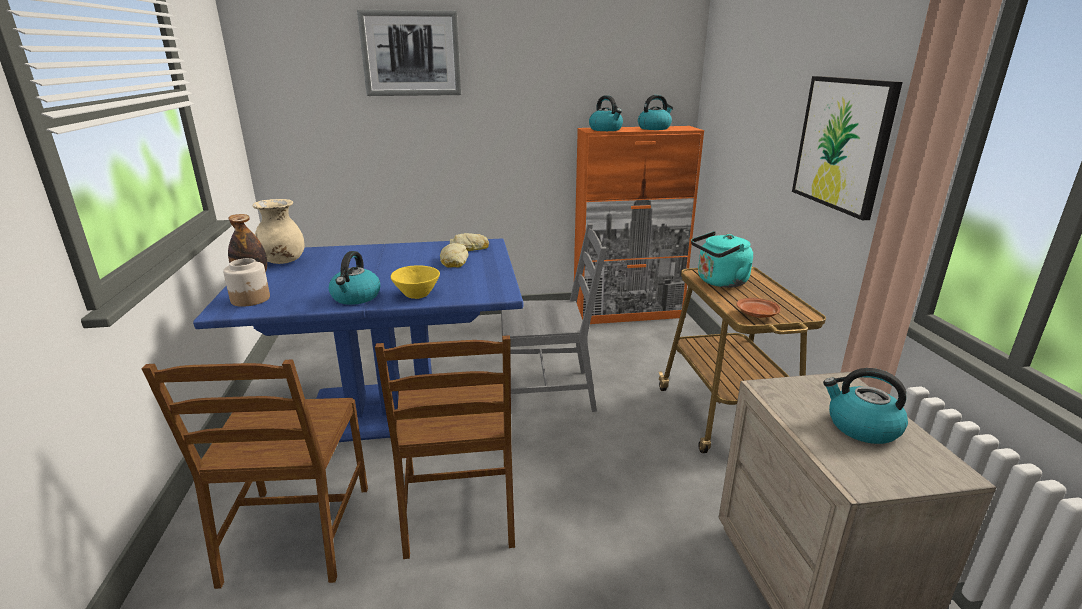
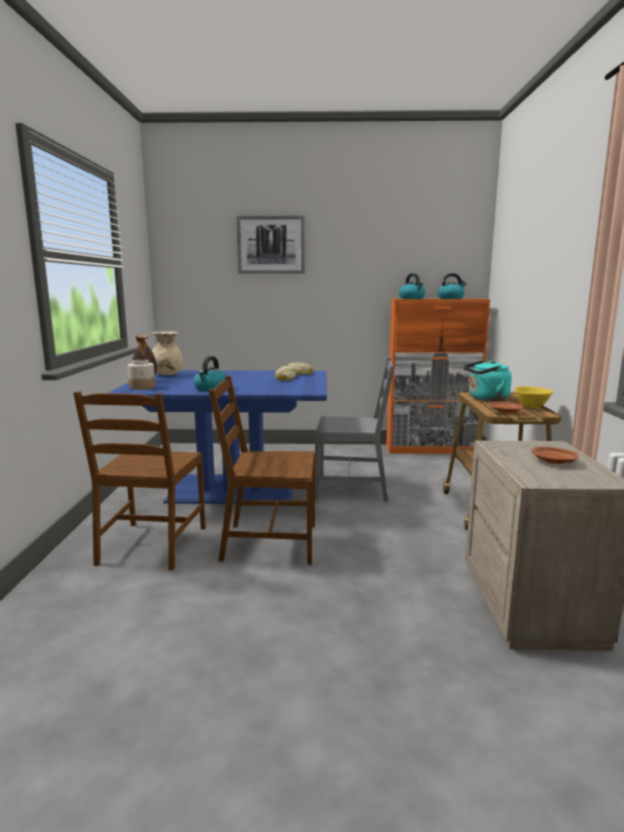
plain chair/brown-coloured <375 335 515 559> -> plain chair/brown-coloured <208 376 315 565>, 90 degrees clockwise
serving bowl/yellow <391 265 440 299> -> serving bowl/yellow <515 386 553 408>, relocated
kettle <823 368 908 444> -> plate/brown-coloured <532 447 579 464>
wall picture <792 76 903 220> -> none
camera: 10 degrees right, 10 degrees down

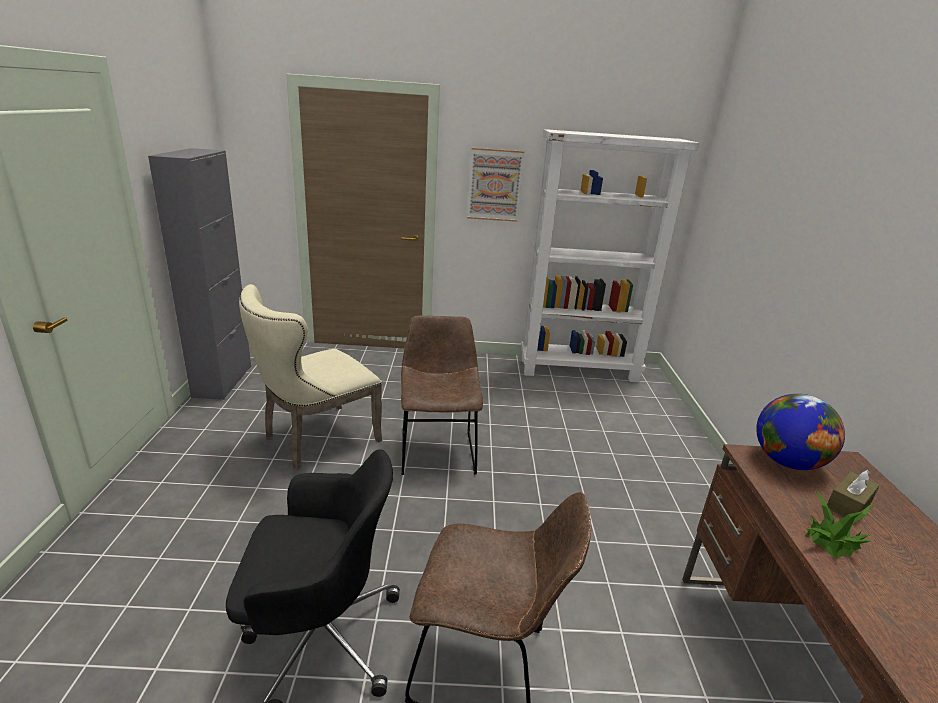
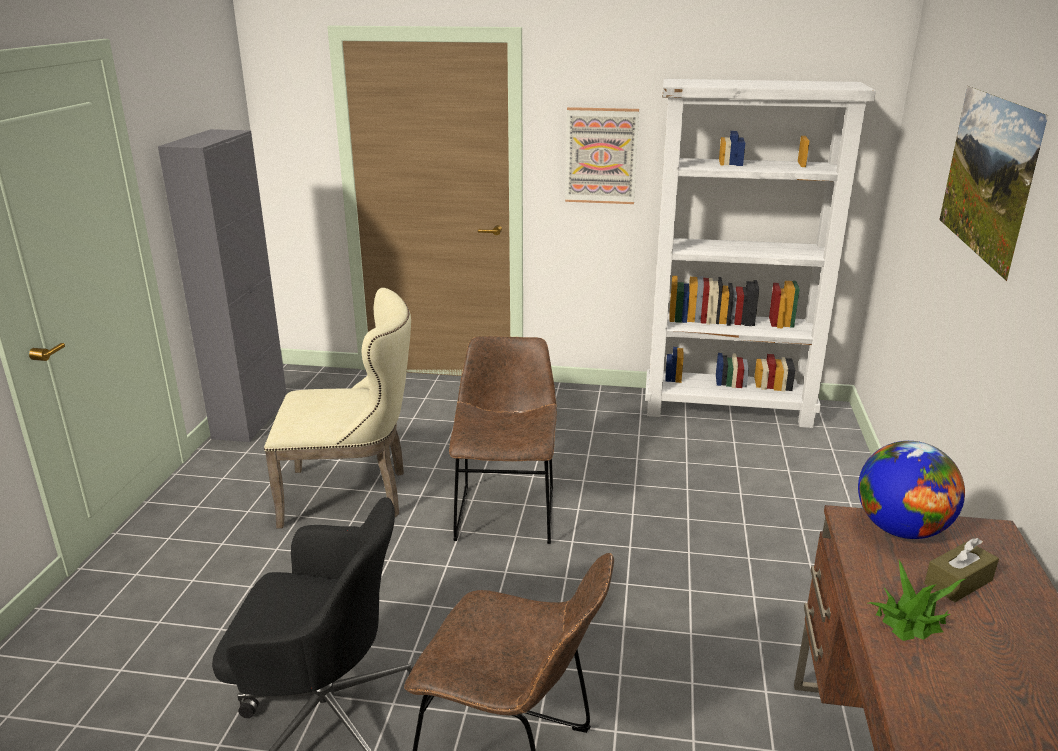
plain chair/beige-coloured <239 284 382 469> -> plain chair/beige-coloured <264 288 411 529>, 150 degrees counterclockwise
none -> wall picture <939 86 1049 281>
camera: 10 degrees right, 0 degrees up

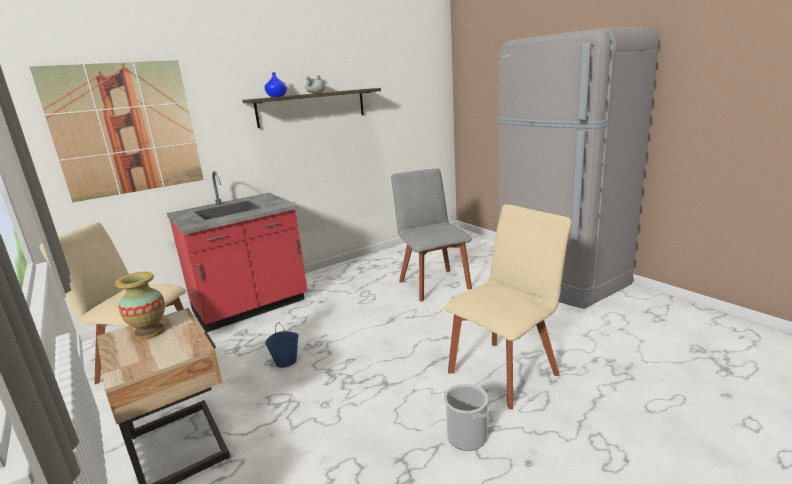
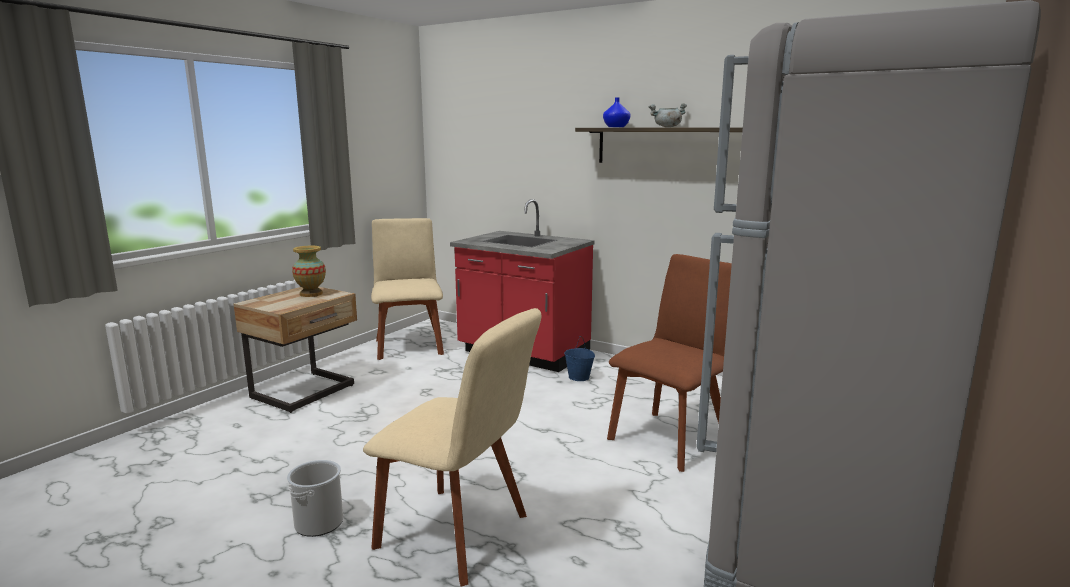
bucket/blue <265 322 299 368> -> bucket/blue <564 336 595 381>, relocated
plain chair/grey <391 168 472 301> -> plain chair/brown-coloured <607 254 732 472>
wall picture <30 60 204 202> -> none
camera: 65 degrees right, 5 degrees down

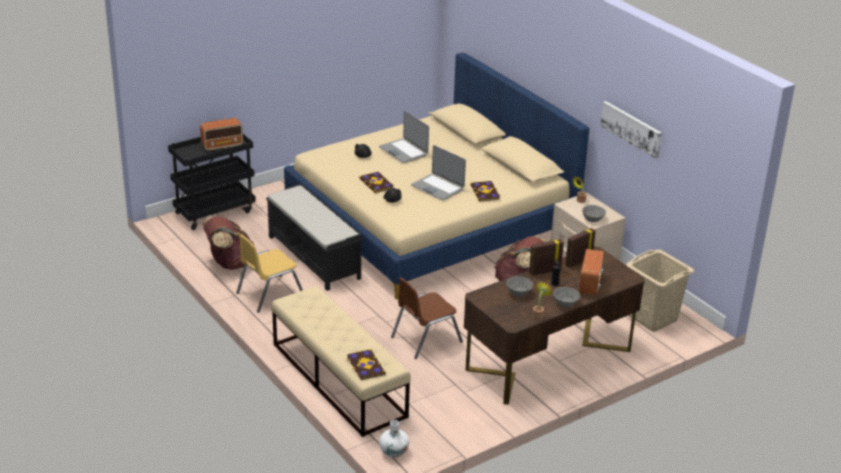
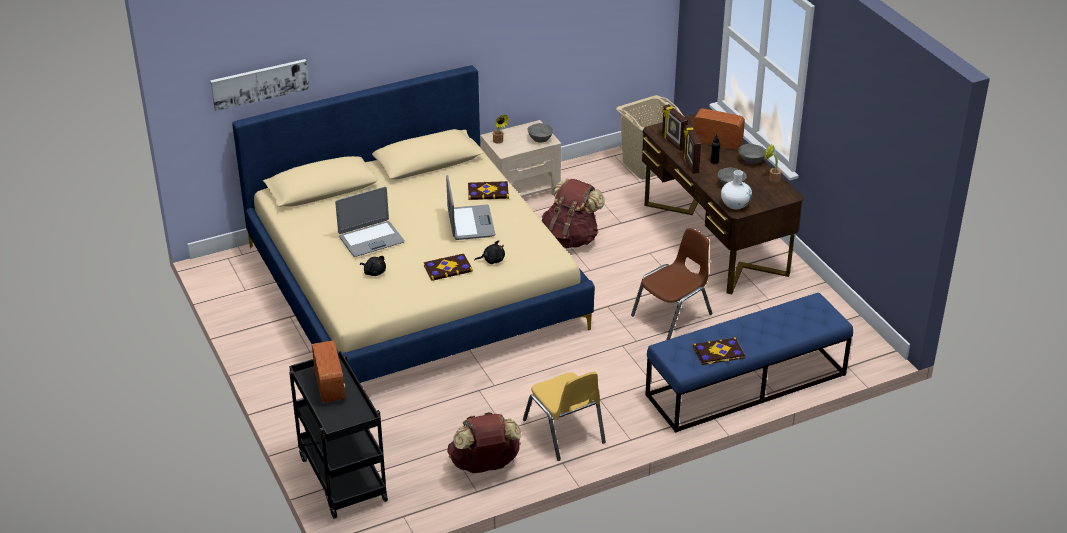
wall picture <600 101 662 159> -> wall picture <210 59 309 111>, relocated
portable computer <411 145 466 200> -> portable computer <446 175 495 240>, 60 degrees counterclockwise
plain chair/brown-coloured <391 277 463 359> -> plain chair/brown-coloured <631 228 712 340>, 105 degrees counterclockwise
bench/beige-coloured <271 286 411 437> -> bench/blue <645 293 853 433>
volume <347 349 386 380> -> volume <693 337 745 365>, relocated
vase/white <379 420 409 457> -> vase/white <721 170 752 210>, relocated
bench/blackish <266 184 363 291> -> none
camera: 80 degrees left, 5 degrees up

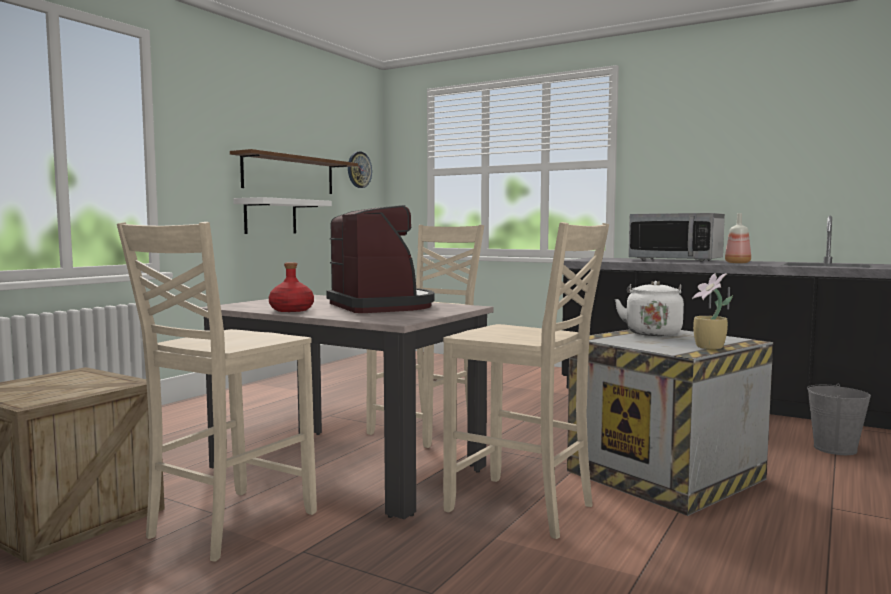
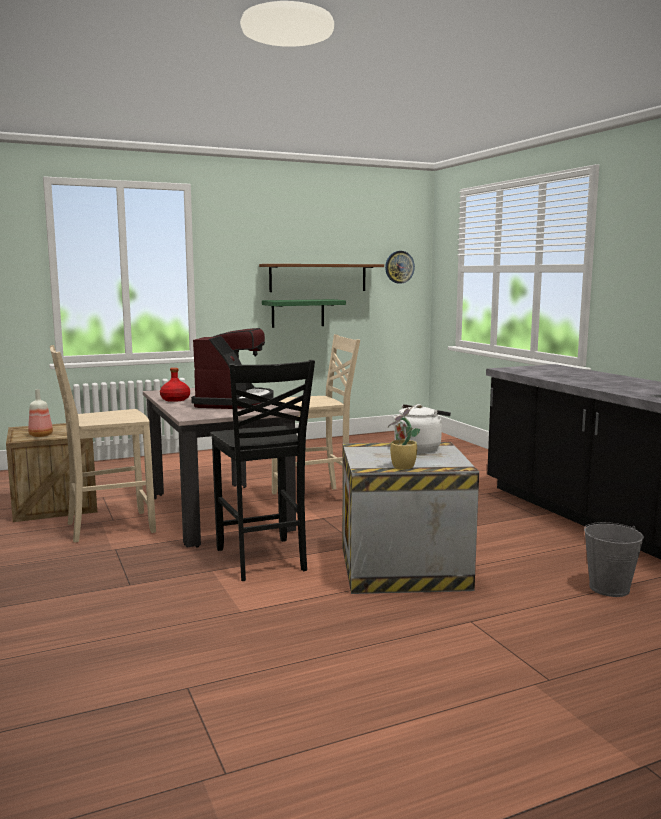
bottle <725 213 751 263> -> bottle <28 389 53 437>, relocated
plain chair/beige-coloured <443 222 609 539> -> plain chair/blackish <210 360 315 581>
wall shelf/white <233 197 332 234> -> wall shelf/green-coloured <262 299 346 328>
kitchen microwave <628 213 725 262> -> none
camera: 35 degrees right, 5 degrees up

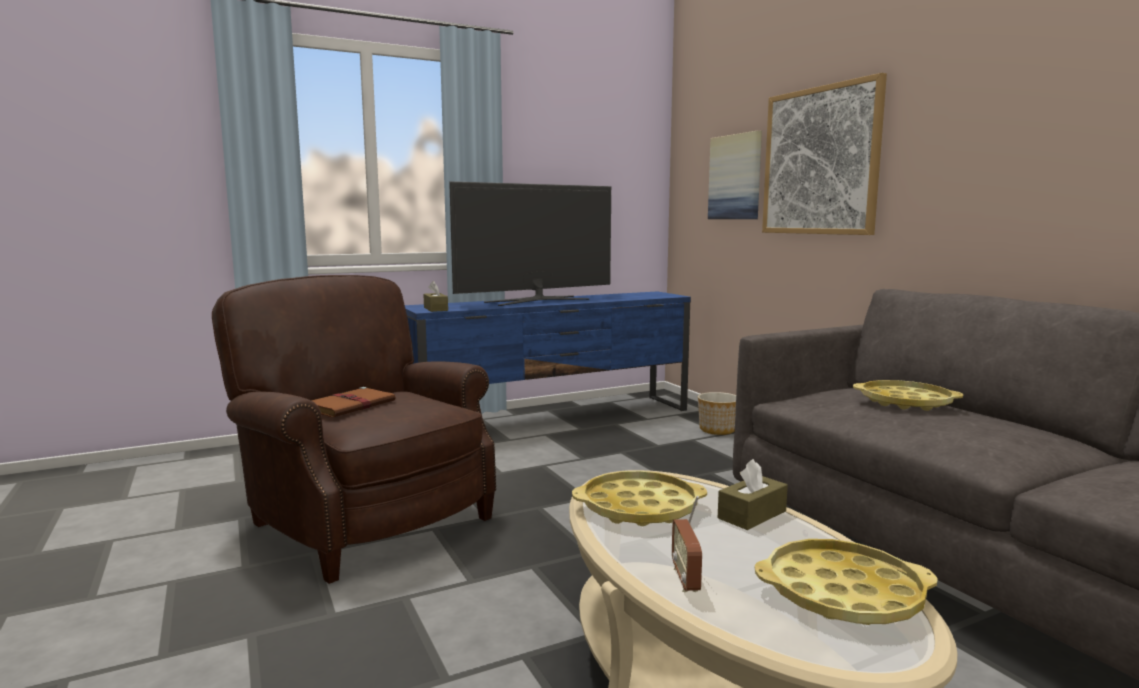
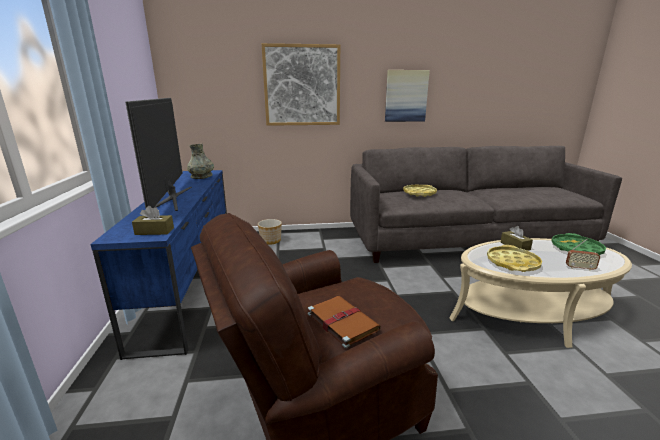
none -> vase/grey <187 144 214 179>
wall picture <708 131 762 219> -> wall picture <385 70 430 122>, relocated
tray/yellow <755 539 938 625> -> tray/green-coloured <551 233 606 255>
camera: 70 degrees left, 10 degrees up

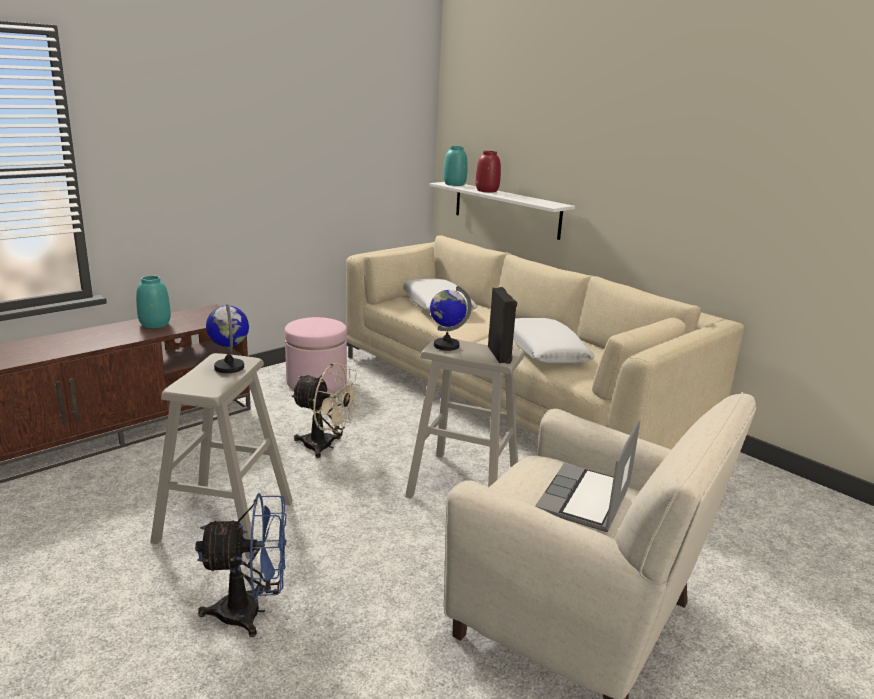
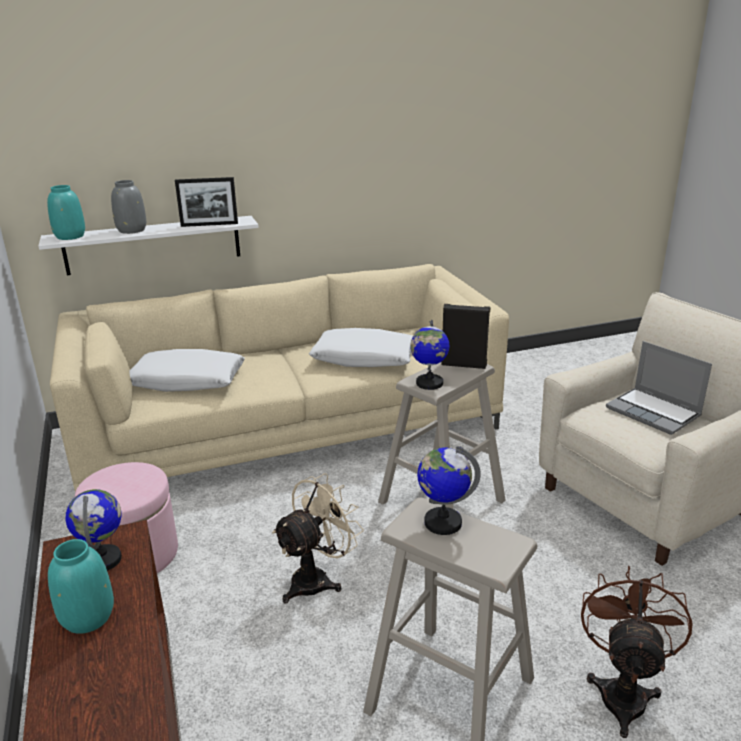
none -> world globe <66 489 122 571>
vase/red <476 151 501 192> -> vase/grey <111 180 146 234>
none -> photo frame <175 177 238 227>
fan/blue <195 493 287 637> -> fan/brown-coloured <581 566 693 738>
camera: 65 degrees left, 5 degrees up

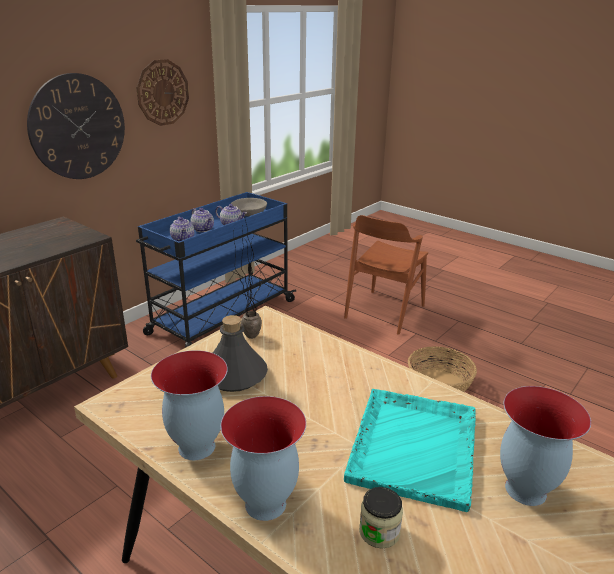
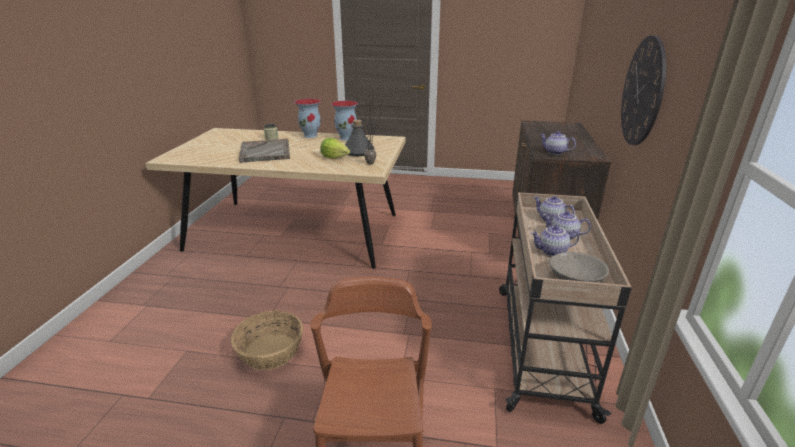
tray/turquoise-coloured <344 389 476 512> -> tray/grey <239 138 290 162>
none -> head of lettuce <320 138 350 159>
cart/blue <136 192 296 348> -> cart/beige-coloured <499 192 632 424>
none -> tea pot <540 131 576 155>
hanging clock <136 59 189 126> -> none
vase <500 386 591 506> -> none
camera: 150 degrees right, 0 degrees up

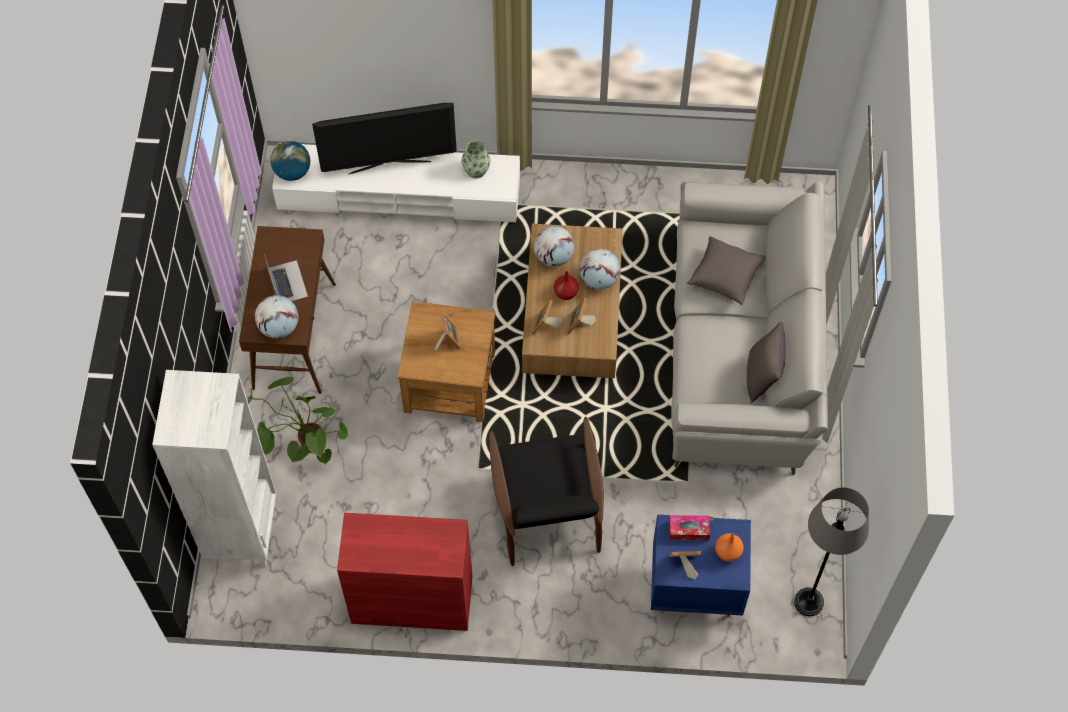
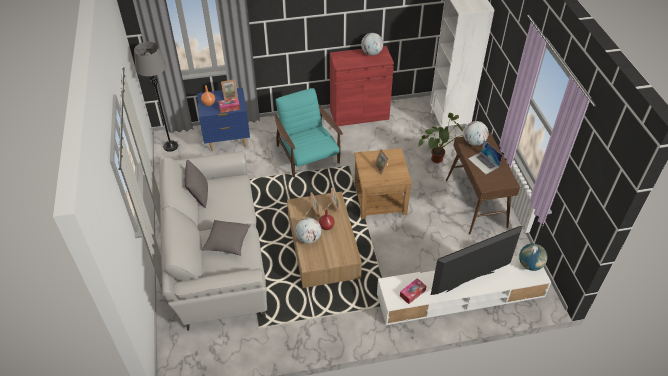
lounge chair/blackish <489 417 604 566> -> lounge chair/turquoise-coloured <275 88 343 178>
world globe <534 226 574 267> -> world globe <361 33 383 55>, relocated
vase <461 140 490 179> -> tissue box <400 278 426 304>
camera: 165 degrees right, 15 degrees down

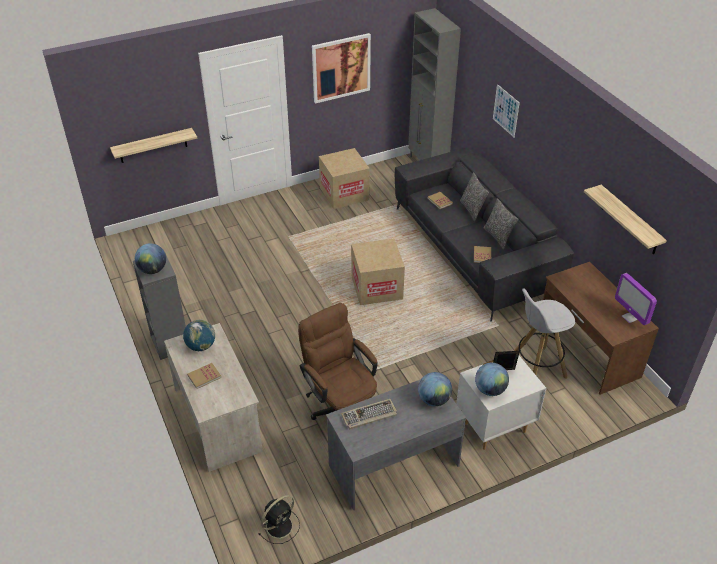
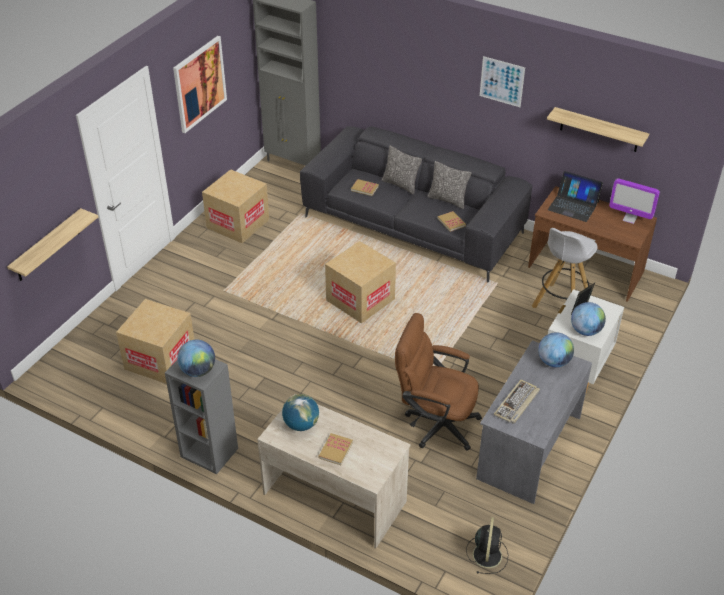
none -> cardboard box <116 299 195 384>
wall picture <493 84 520 138> -> wall picture <480 56 525 107>, relocated
none -> portable computer <548 171 603 222>
camera: 35 degrees left, 0 degrees up

